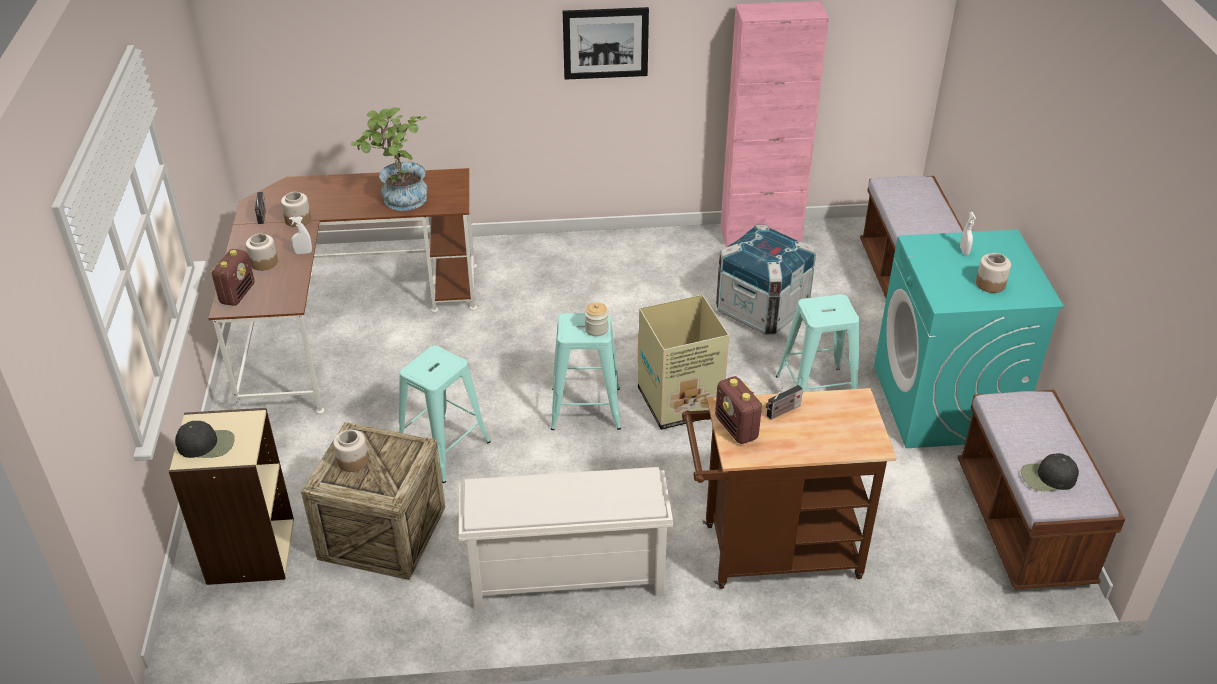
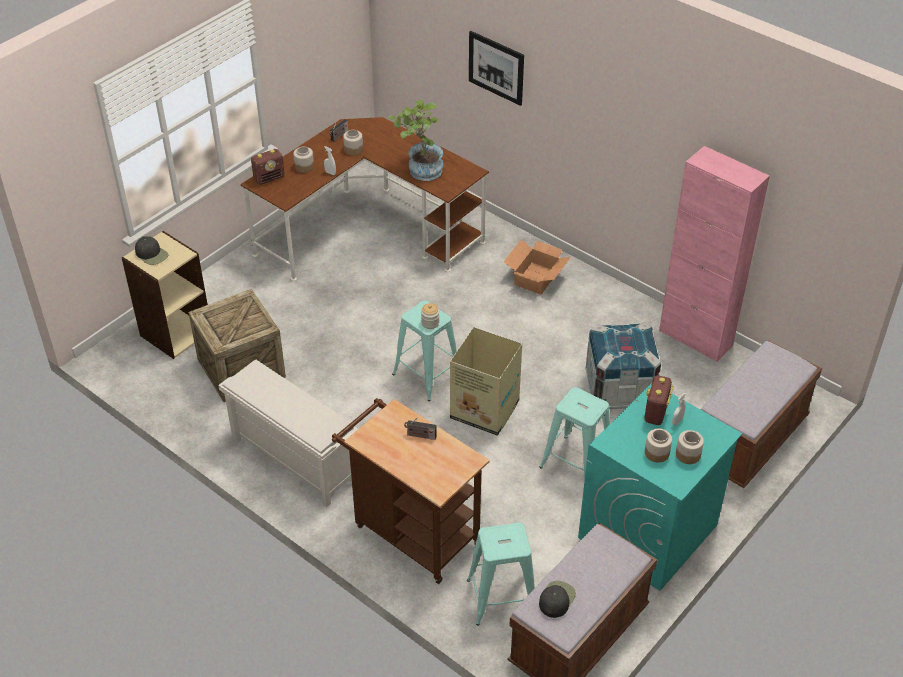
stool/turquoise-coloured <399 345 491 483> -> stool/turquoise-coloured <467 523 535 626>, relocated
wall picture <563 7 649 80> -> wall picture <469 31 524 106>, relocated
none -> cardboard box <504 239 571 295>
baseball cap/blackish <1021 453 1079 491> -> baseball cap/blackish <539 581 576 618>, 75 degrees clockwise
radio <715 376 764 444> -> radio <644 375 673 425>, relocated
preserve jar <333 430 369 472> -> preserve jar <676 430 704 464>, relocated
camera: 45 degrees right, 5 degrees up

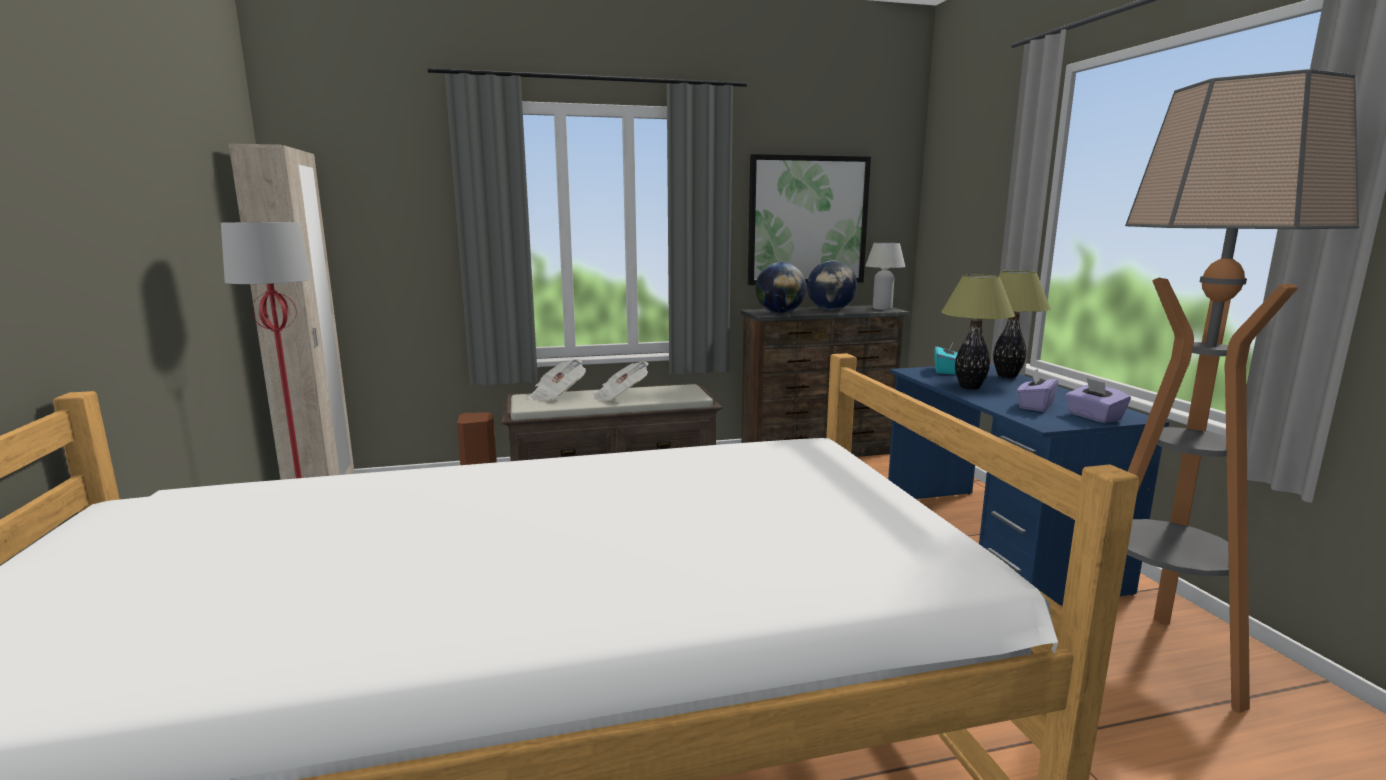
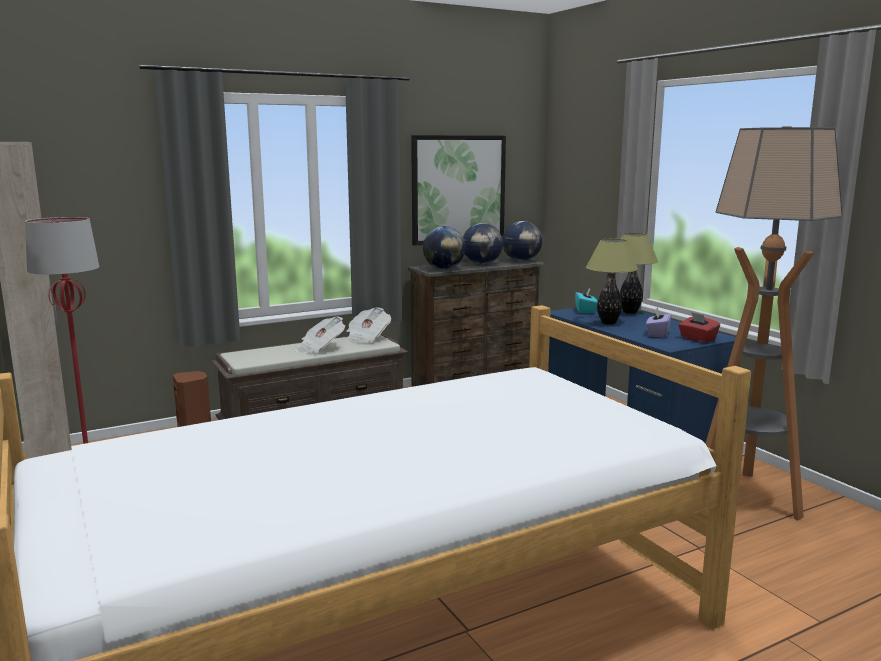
daily paper <528 359 586 400> -> daily paper <346 307 391 343>, relocated
lamp for a table/white <865 243 905 310> -> world globe <502 221 542 261>
tissue box/purple-coloured <1065 378 1131 423> -> tissue box/red <678 312 720 343>
camera: 15 degrees left, 0 degrees up

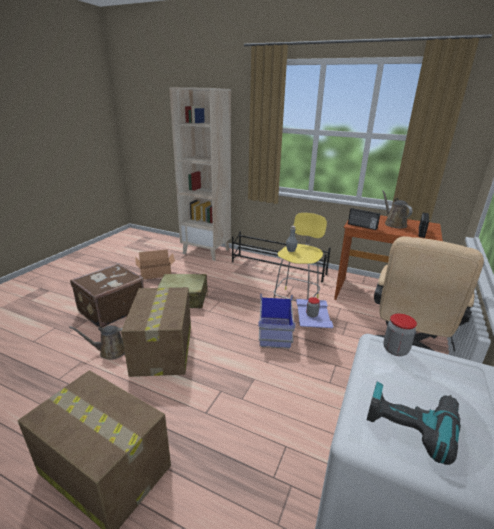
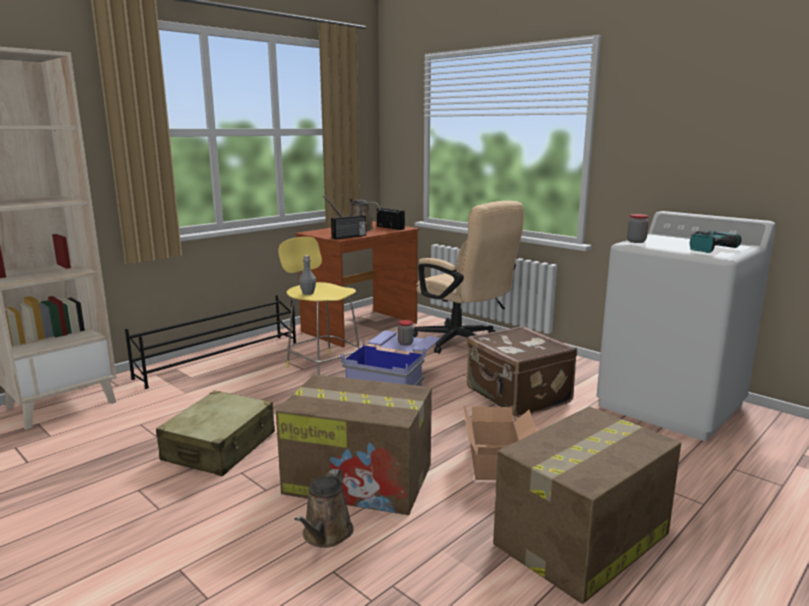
cardboard box <135 249 175 280> -> cardboard box <464 406 537 480>, relocated
travel case/brown-coloured <70 263 144 328> -> travel case/brown-coloured <467 326 577 417>, relocated
camera: 70 degrees left, 10 degrees down

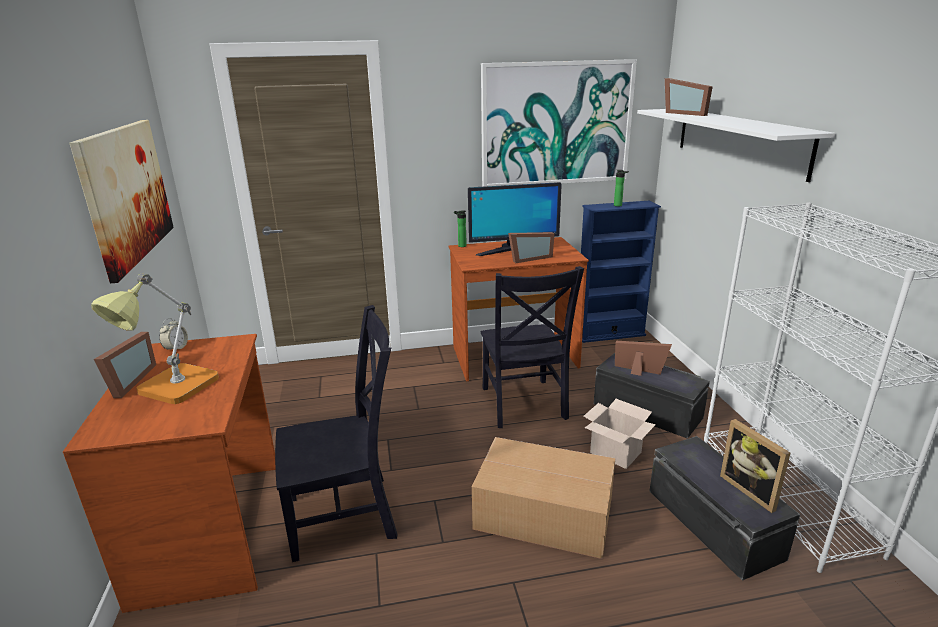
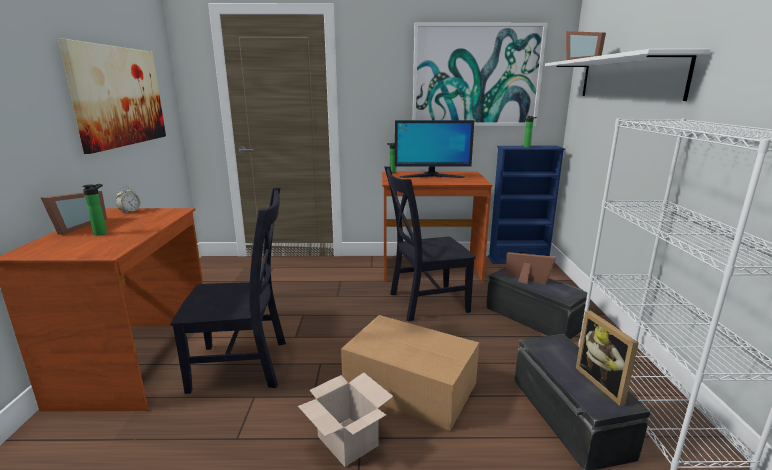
lamp for a table <91 274 219 404> -> bottle <82 184 107 236>
cardboard box <583 399 656 469> -> cardboard box <298 372 393 467>, relocated
plain chair/blackish <480 266 584 428> -> plain chair/blackish <384 166 476 322>, 75 degrees clockwise
photo frame <508 232 555 263> -> none
camera: 10 degrees right, 5 degrees down

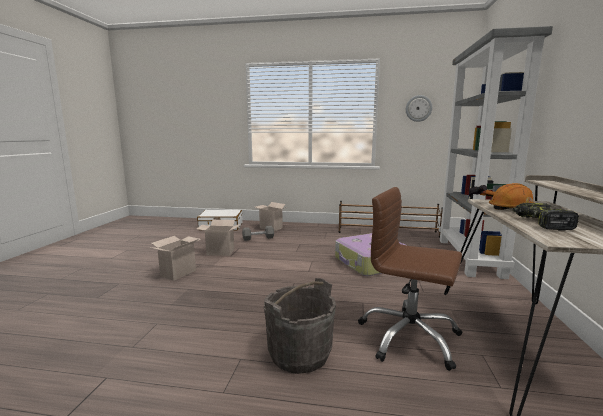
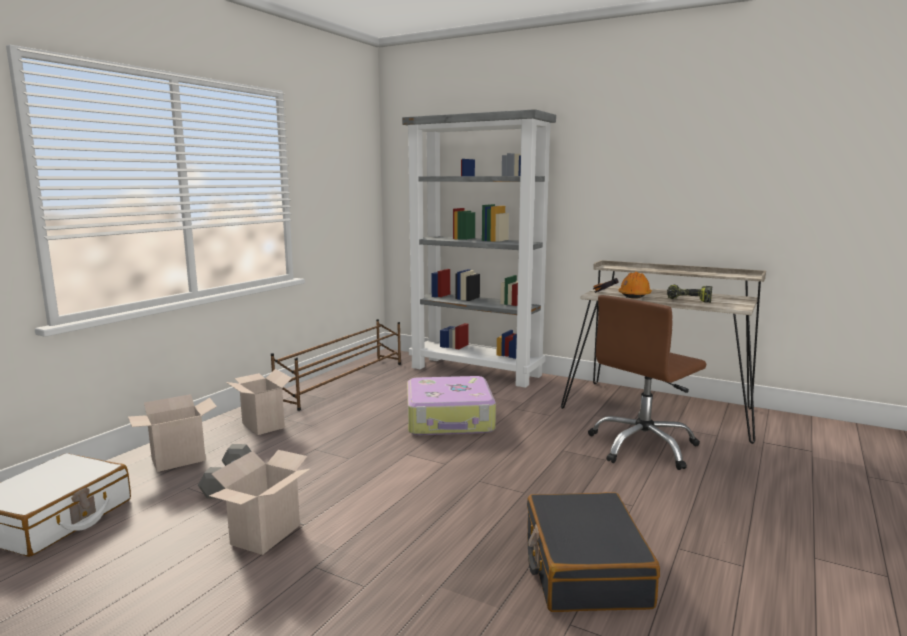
cardboard box <150 236 201 281> -> cardboard box <226 369 292 435>, relocated
none -> travel case/blackish <527 492 660 612>
bucket/grey <264 278 336 374> -> none
hanging clock <406 95 432 122> -> none
camera: 70 degrees left, 0 degrees up

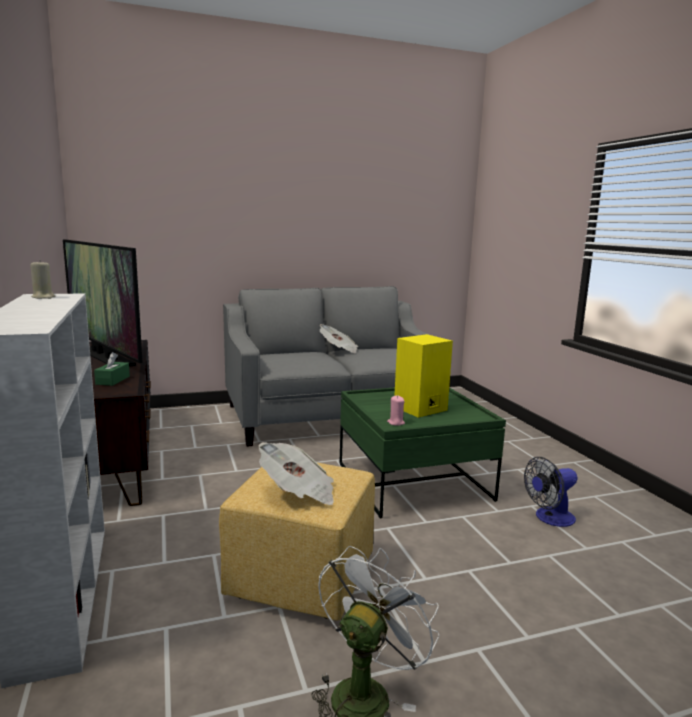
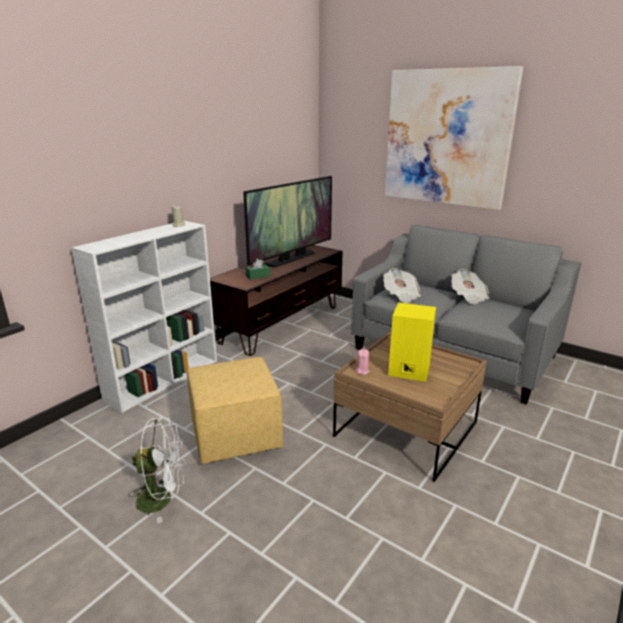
television <63 239 143 366> -> television <243 176 332 267>, 150 degrees counterclockwise
coffee table/green-coloured <339 387 506 519> -> coffee table/brown-coloured <333 332 487 482>
daily paper <258 442 334 505> -> daily paper <383 268 421 303>, relocated
none -> wall picture <385 66 523 210>
fan <524 457 578 527> -> none
camera: 55 degrees right, 10 degrees up

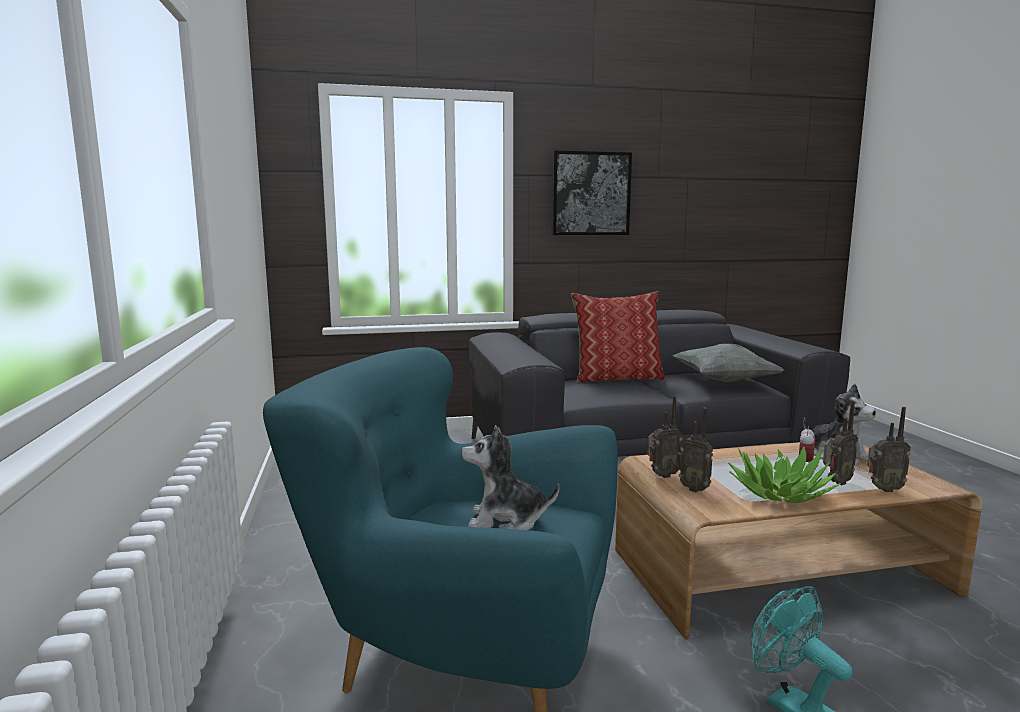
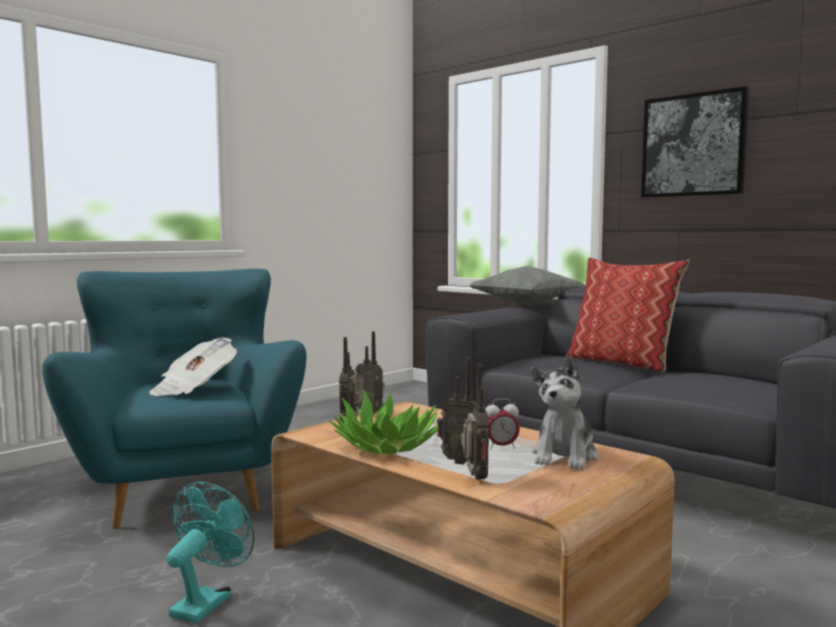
plush toy <462 425 560 530> -> daily paper <149 338 237 396>
radio <867 407 911 492> -> radio <461 364 489 479>, 150 degrees counterclockwise
cushion/grey <672 344 784 382> -> cushion/grey <469 266 586 306>, relocated
camera: 55 degrees right, 5 degrees down

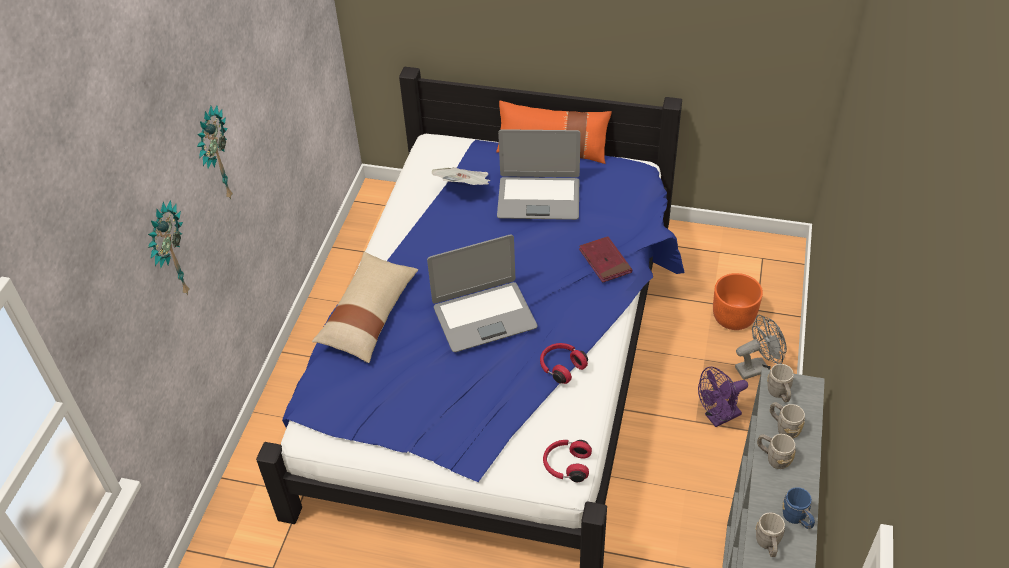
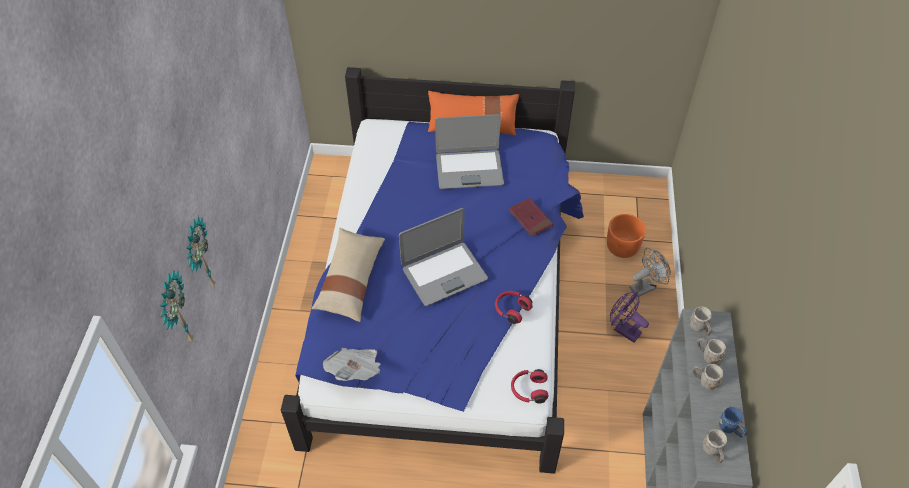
hanging clock <197 105 233 199> -> hanging clock <160 270 194 341>, relocated
daily paper <432 167 490 185> -> daily paper <323 348 380 381>, relocated
fan/purple-coloured <698 367 748 427> -> fan/purple-coloured <610 291 649 342>, 75 degrees clockwise
camera: 10 degrees left, 5 degrees up

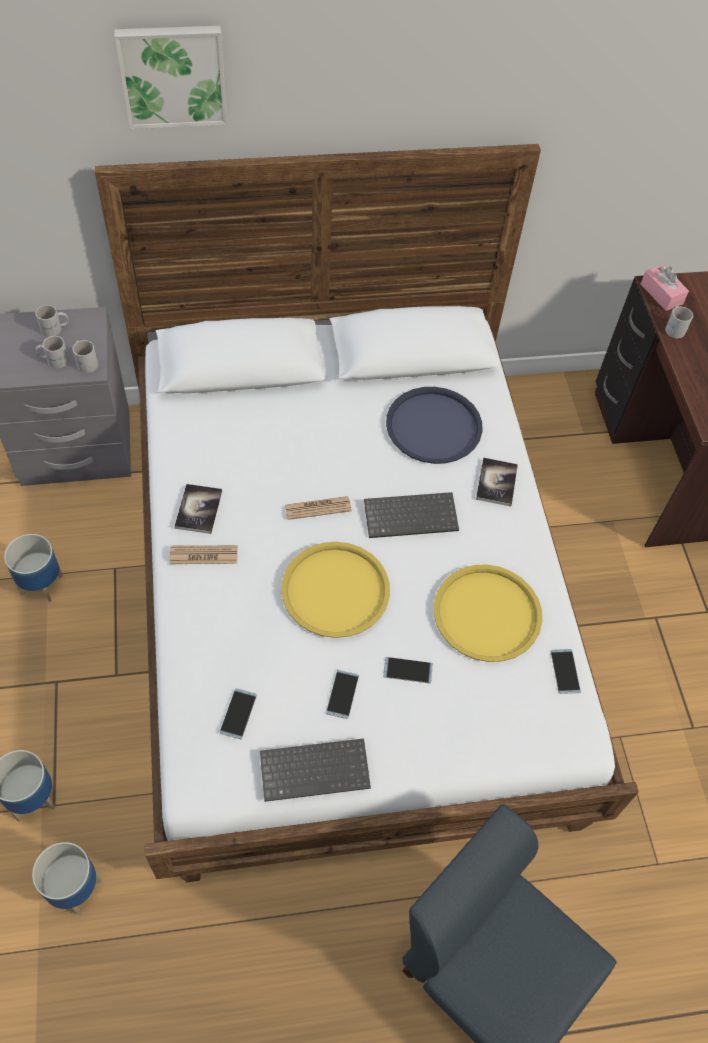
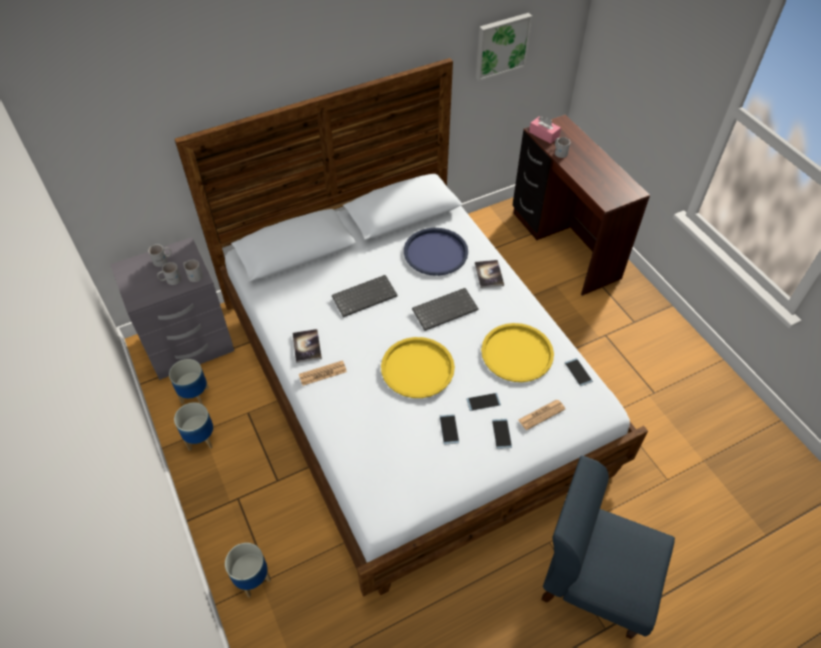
plant pot <32 842 102 915> -> plant pot <169 359 209 405>, relocated
keyboard <260 739 371 802> -> keyboard <332 275 398 317>, relocated
wall picture <114 26 227 129> -> wall picture <475 13 532 81>, relocated
telephone <220 688 257 739> -> telephone <492 419 512 449>, relocated
daily paper <285 496 352 520> -> daily paper <519 399 566 430>, relocated
camera: 15 degrees left, 5 degrees down

